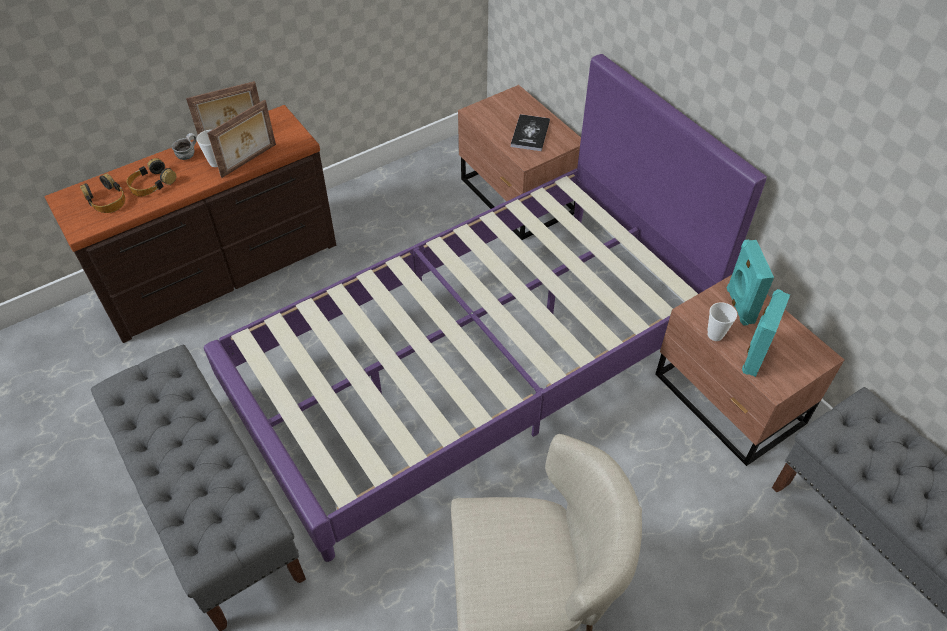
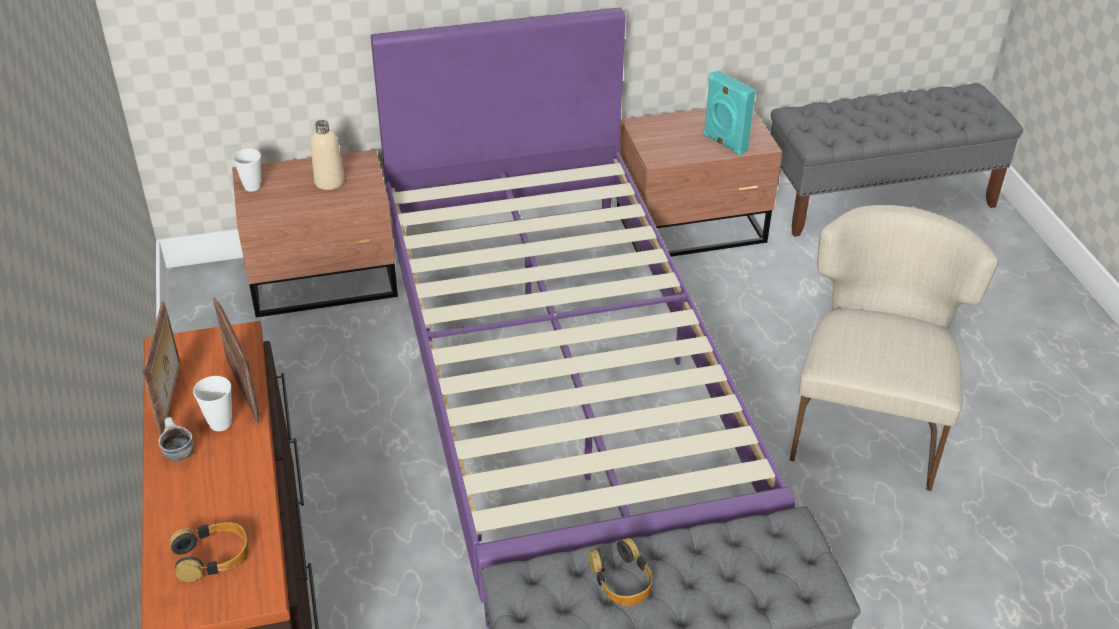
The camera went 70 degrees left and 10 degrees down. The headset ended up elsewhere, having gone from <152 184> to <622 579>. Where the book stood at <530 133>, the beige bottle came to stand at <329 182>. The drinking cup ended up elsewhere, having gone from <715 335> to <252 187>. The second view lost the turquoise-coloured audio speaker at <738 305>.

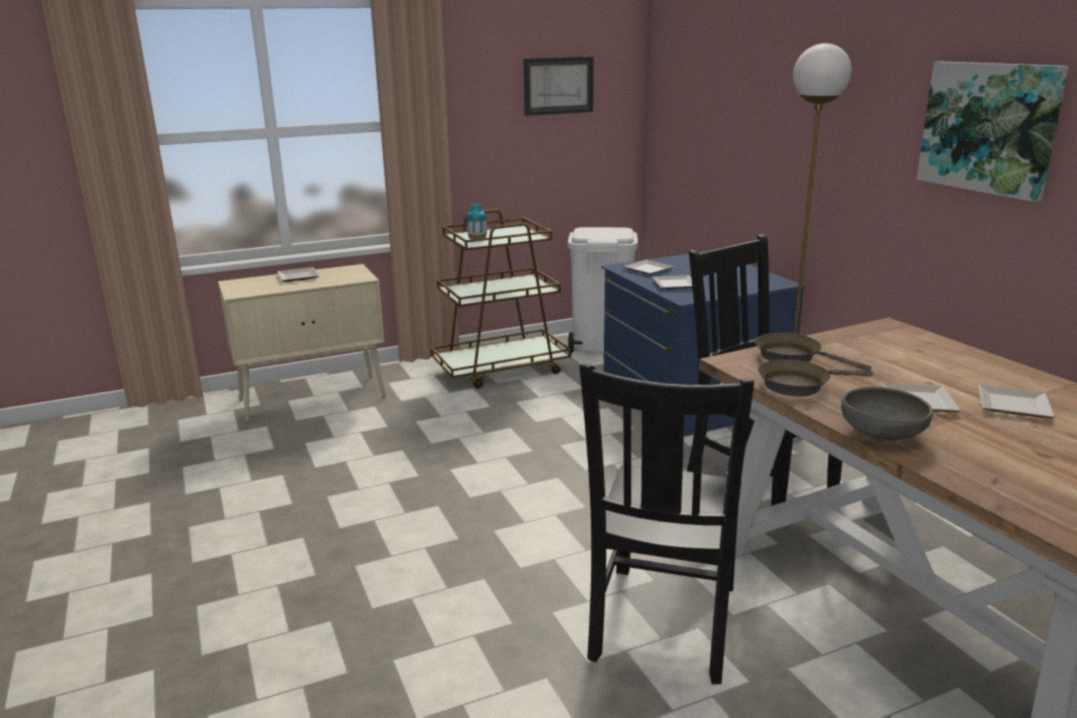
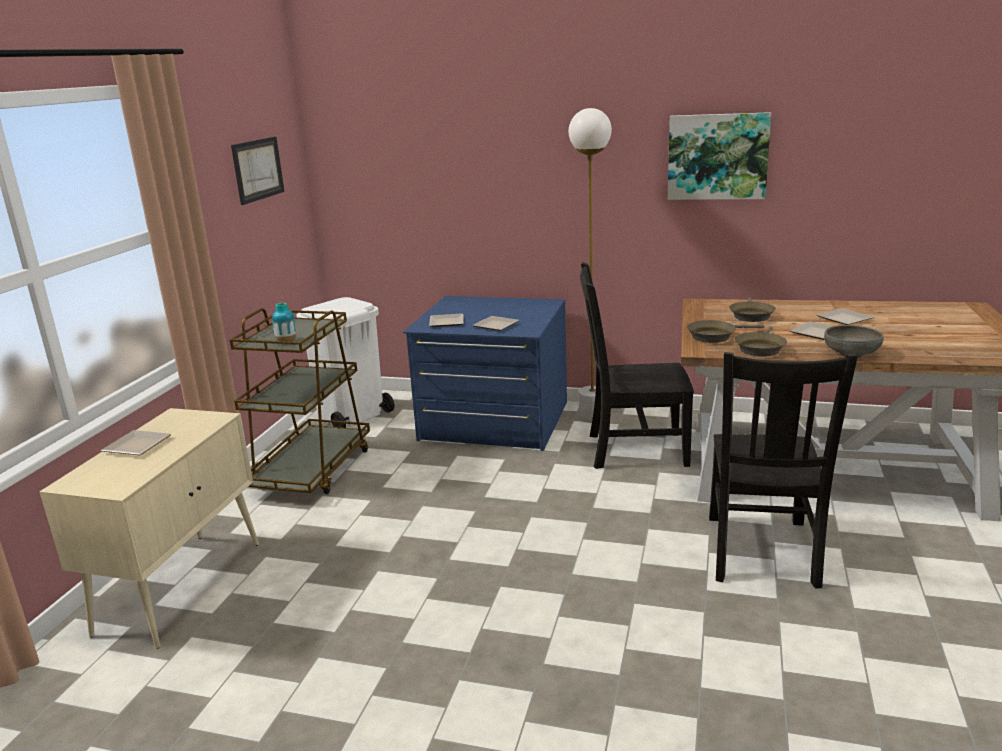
The camera went 50 degrees left and 0 degrees up. The black-coloured upright chair at <662 625> ended up facing another way, 45 degrees clockwise from before. The second view gained the brownish pan at <751 315>.

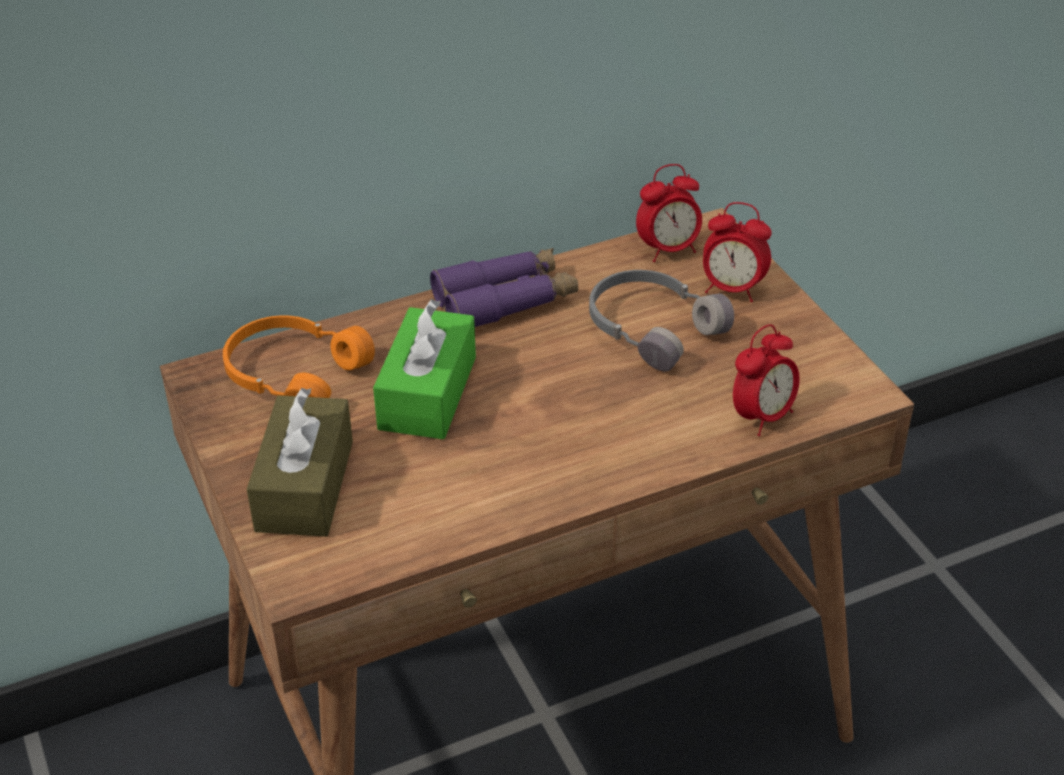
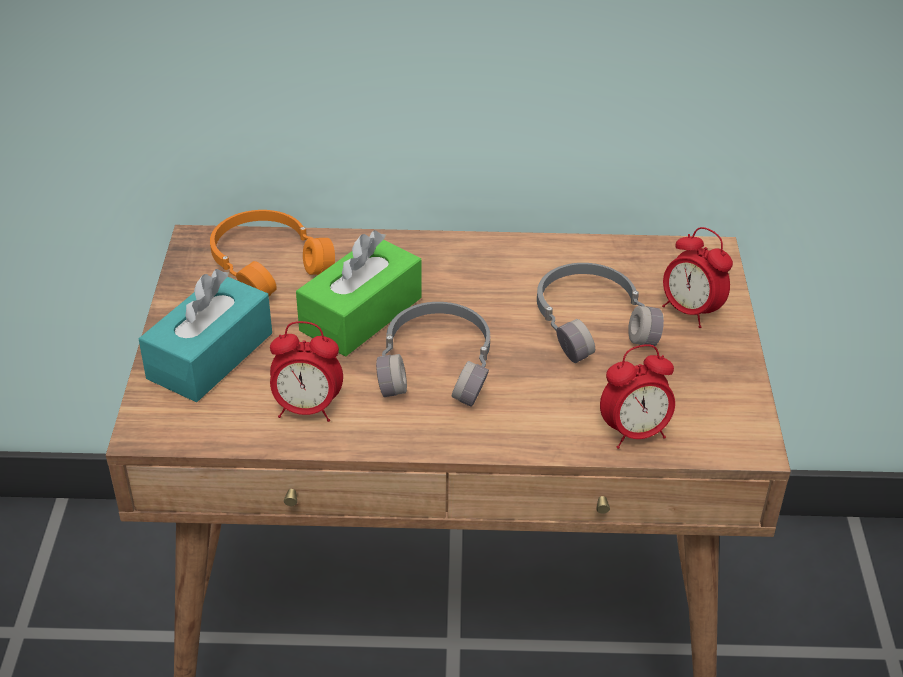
The camera went 25 degrees right and 0 degrees up. What was the brownish tissue holder at <305 486> turned into the turquoise-coloured tissue holder at <210 356>. The second view lost the purple field glasses at <505 300>. The alarm clock ended up elsewhere, having gone from <668 250> to <307 409>. The second view gained the greyish headset at <438 365>.

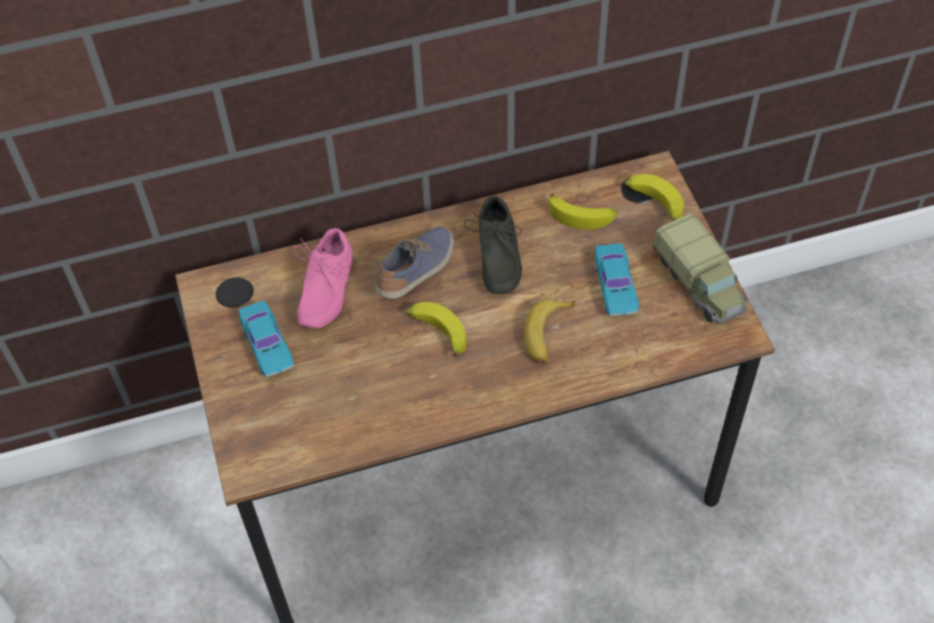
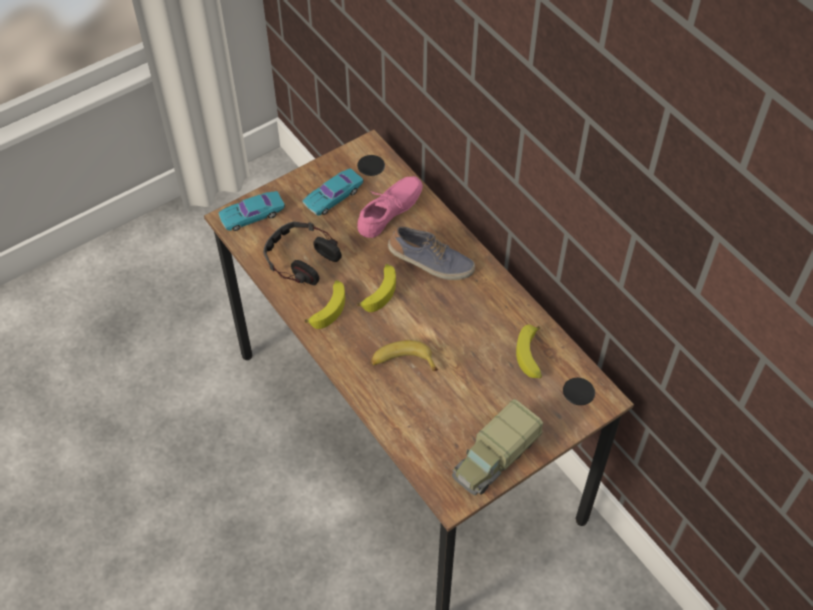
The camera went 70 degrees right and 0 degrees up. The pink-coloured shoe at <322 289> ended up facing another way, 135 degrees clockwise from before. The second view lost the greyish shoe at <494 257>. The turquoise-coloured toy car ended up elsewhere, having gone from <615 285> to <252 215>. The banana fruit ended up elsewhere, having gone from <653 202> to <328 307>. The second view gained the headset at <301 259>.

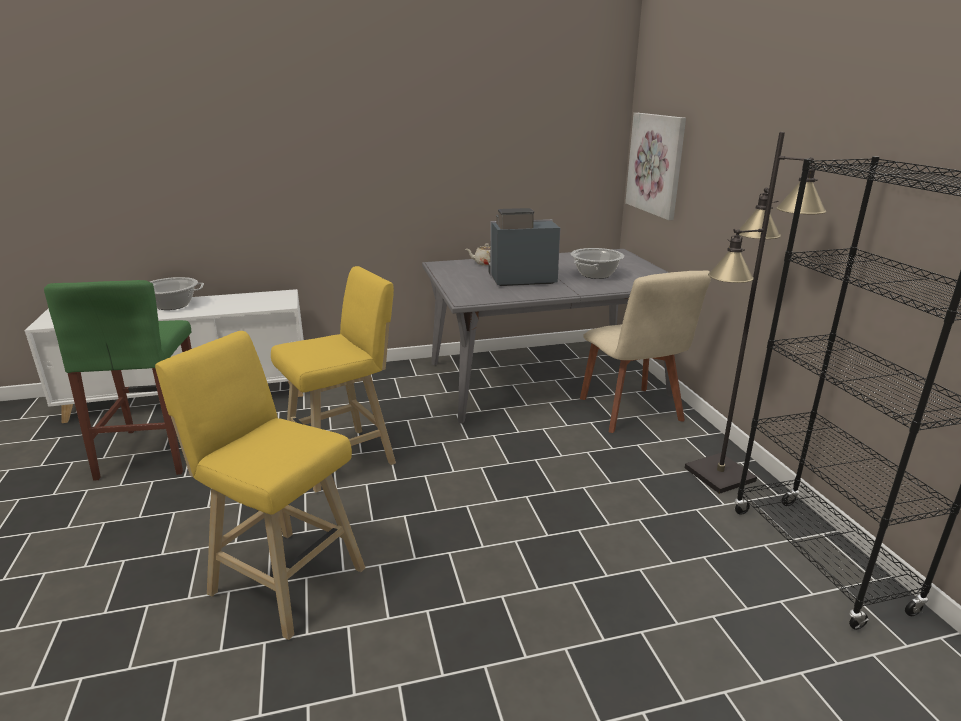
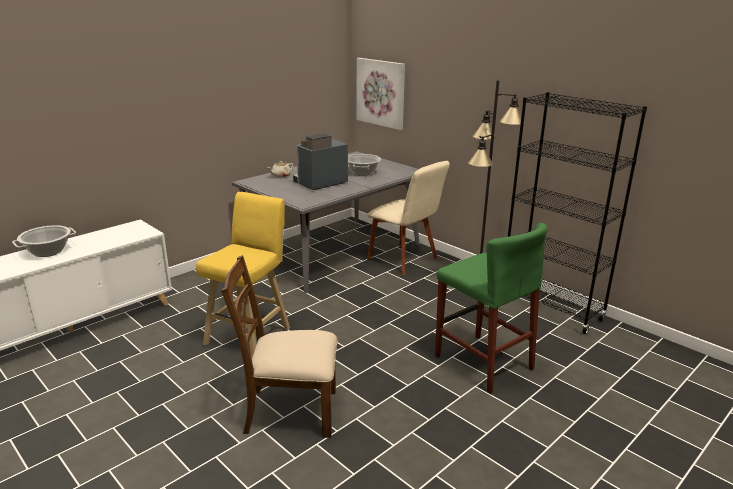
The camera went 30 degrees left and 0 degrees up. The greenish stool ended up elsewhere, having gone from <154 451> to <483 362>. Where the yellow-coloured stool stood at <283 578>, the brownish upright chair came to stand at <289 411>.

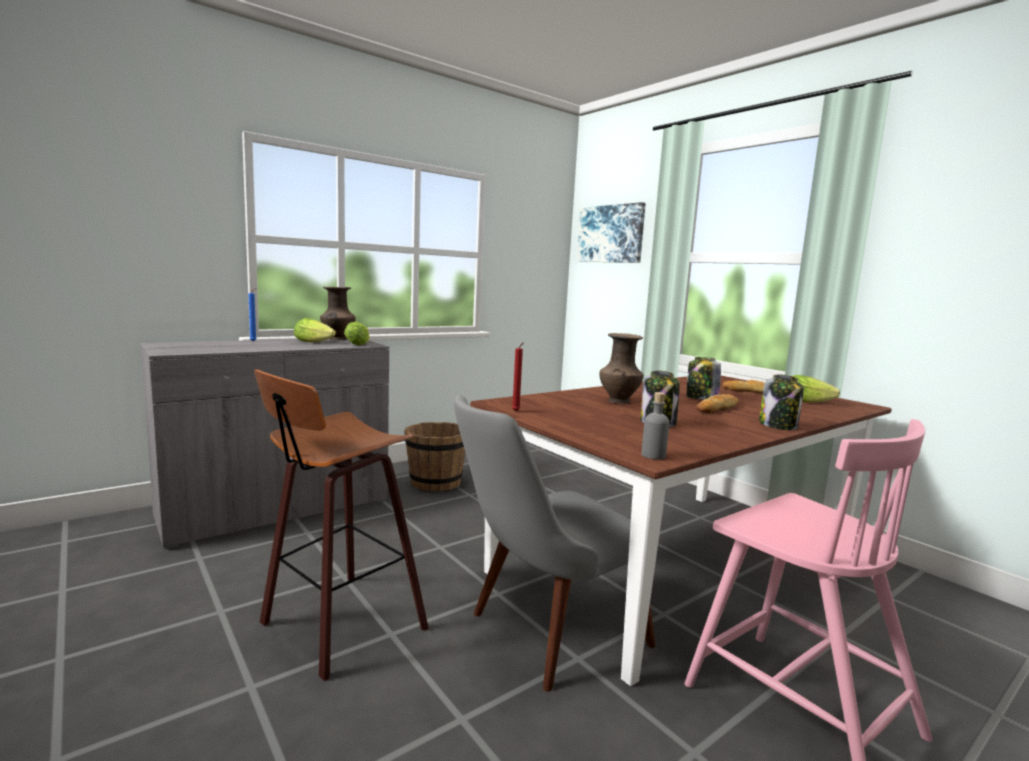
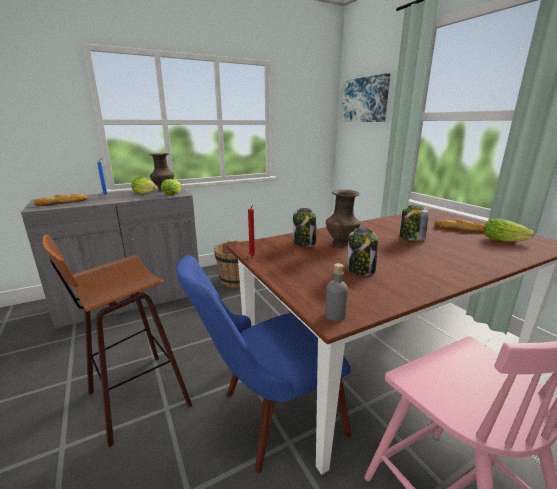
The camera went 10 degrees right and 10 degrees up. What was the greyish upright chair at <542 635> turned into the bluish upright chair at <268 418>. The bakery bread ended up elsewhere, having gone from <717 408> to <63 203>. The preserve jar ended up elsewhere, having gone from <778 425> to <304 242>.

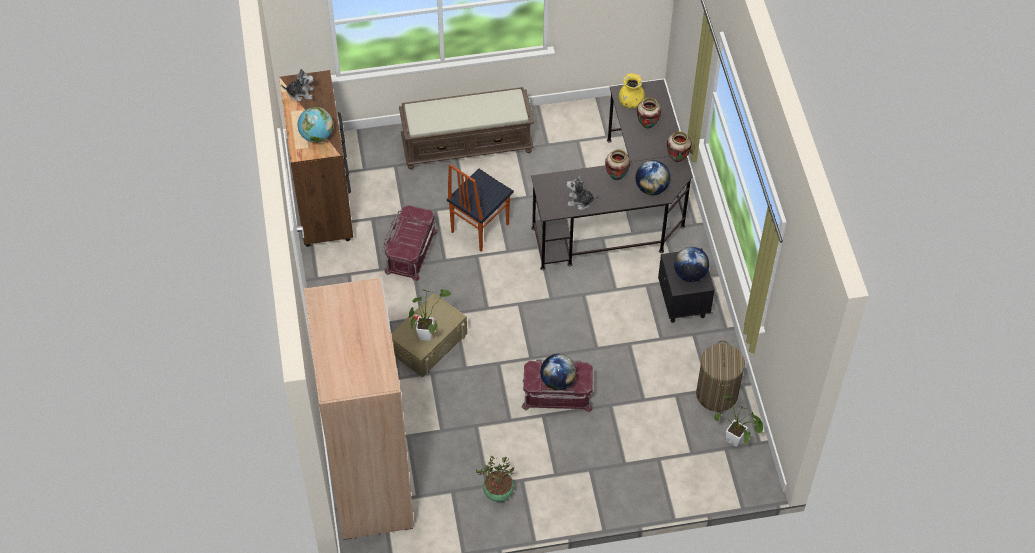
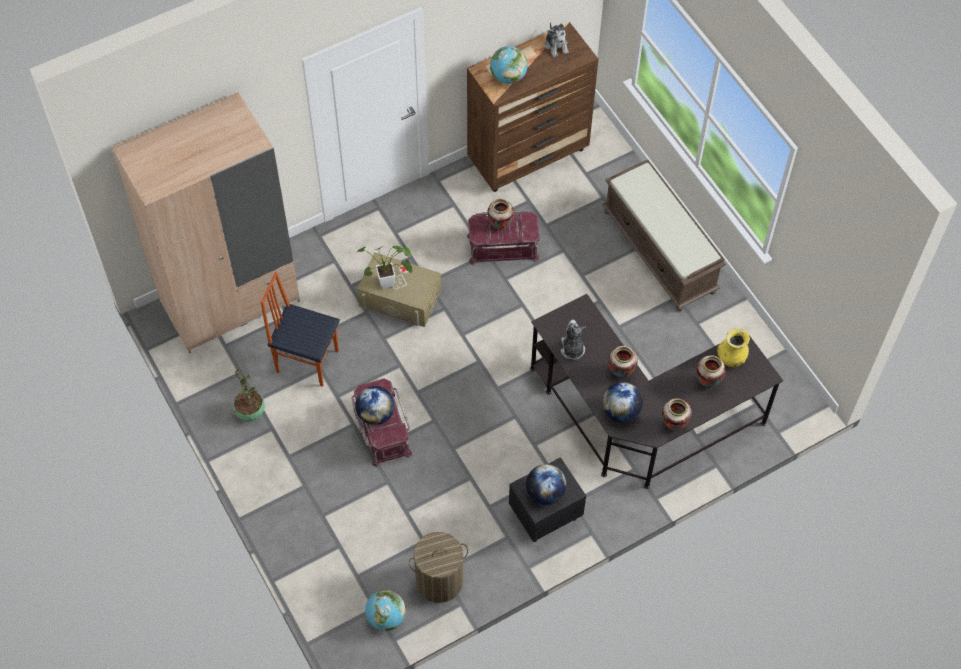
The camera went 70 degrees right and 5 degrees up. The upright chair ended up elsewhere, having gone from <479 228> to <307 360>. Where the potted plant stood at <737 442>, the world globe came to stand at <386 617>. The second view gained the decorative vase at <500 226>.

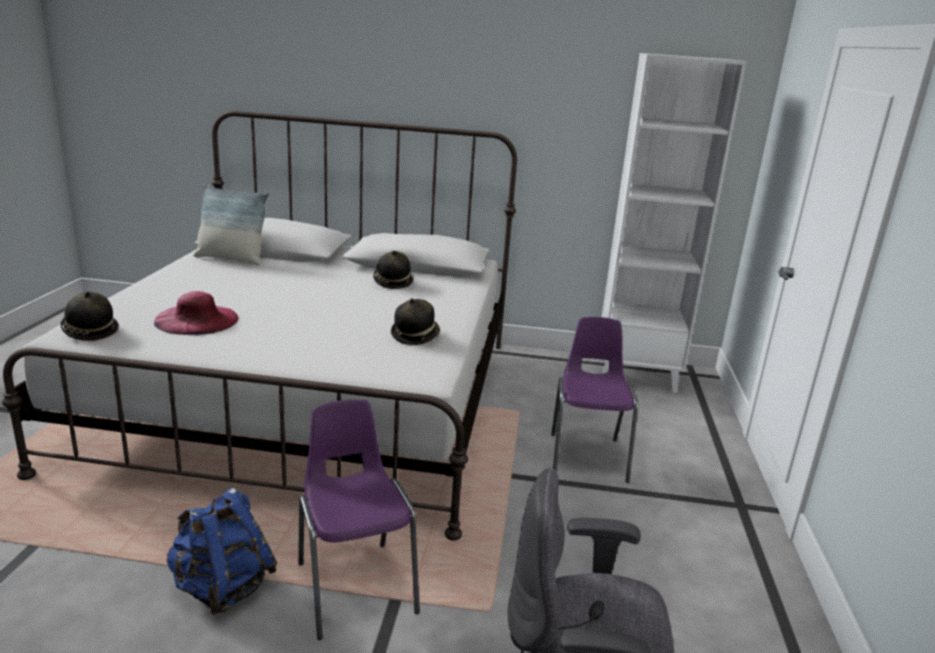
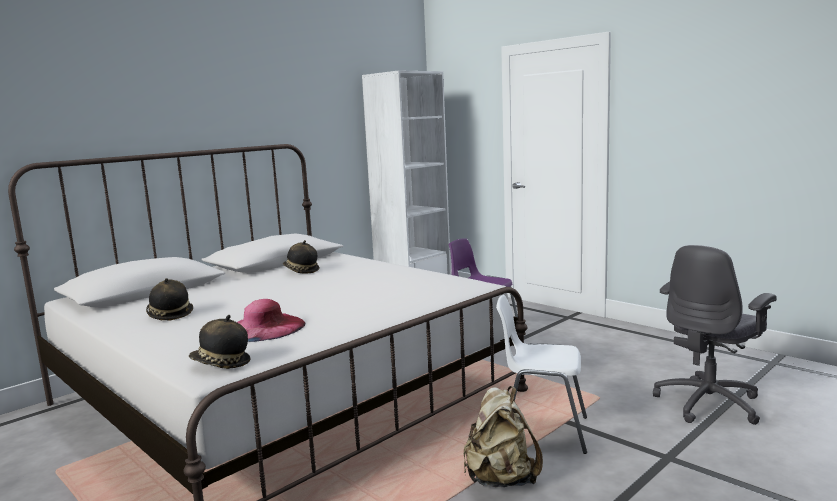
The camera went 50 degrees left and 10 degrees down. What was the bluish knapsack at <222 588> turned into the beige knapsack at <500 479>. The second view lost the cushion at <231 259>. What was the purple upright chair at <355 586> turned into the white-coloured upright chair at <542 431>. The hat ended up elsewhere, having gone from <415 336> to <170 314>.

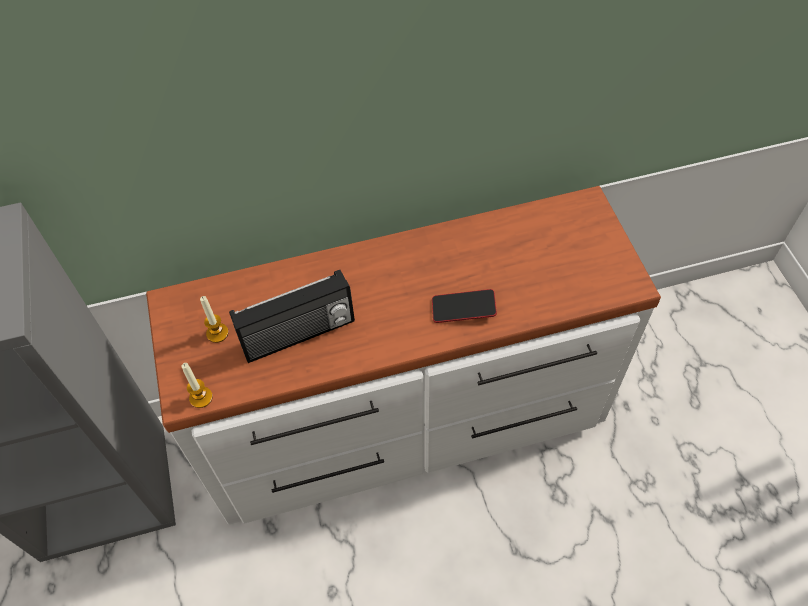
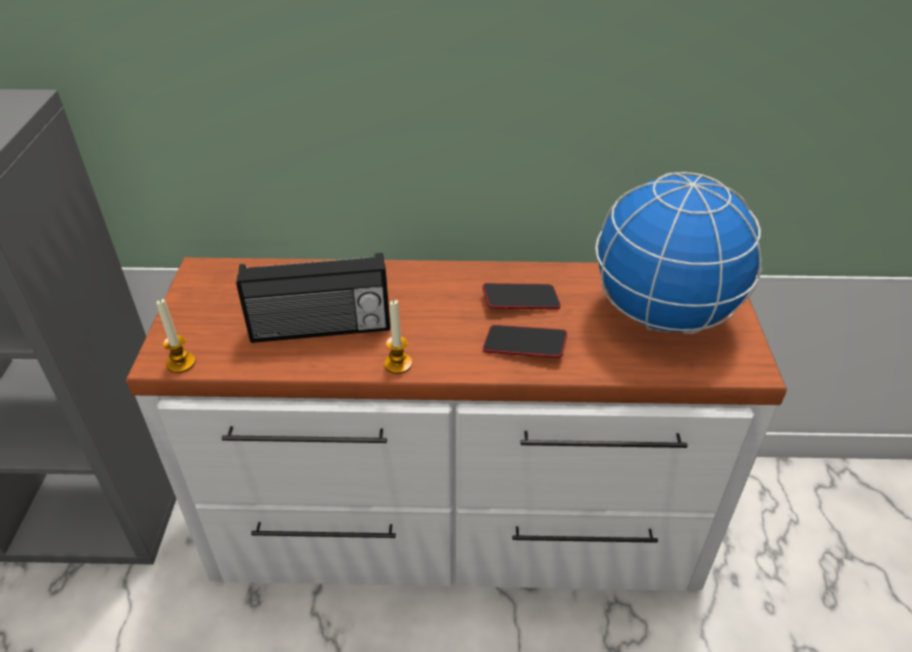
The camera went 15 degrees right and 15 degrees down. The wax candle ended up elsewhere, having gone from <217 333> to <398 364>. The second view gained the telephone at <521 301>. The second view gained the world globe at <661 315>.

